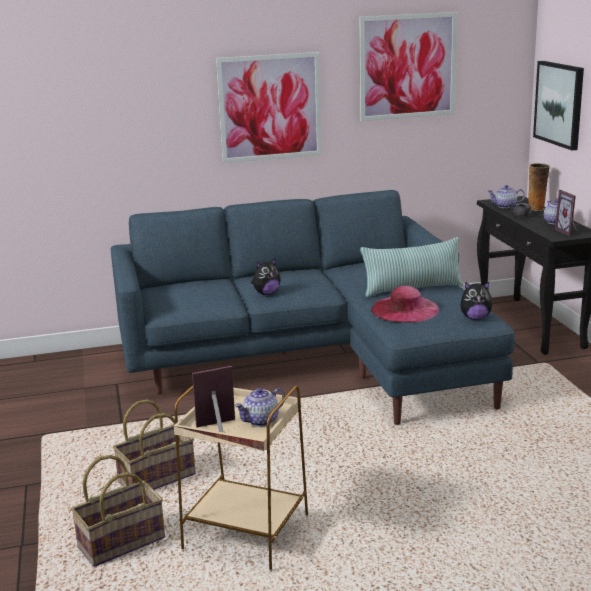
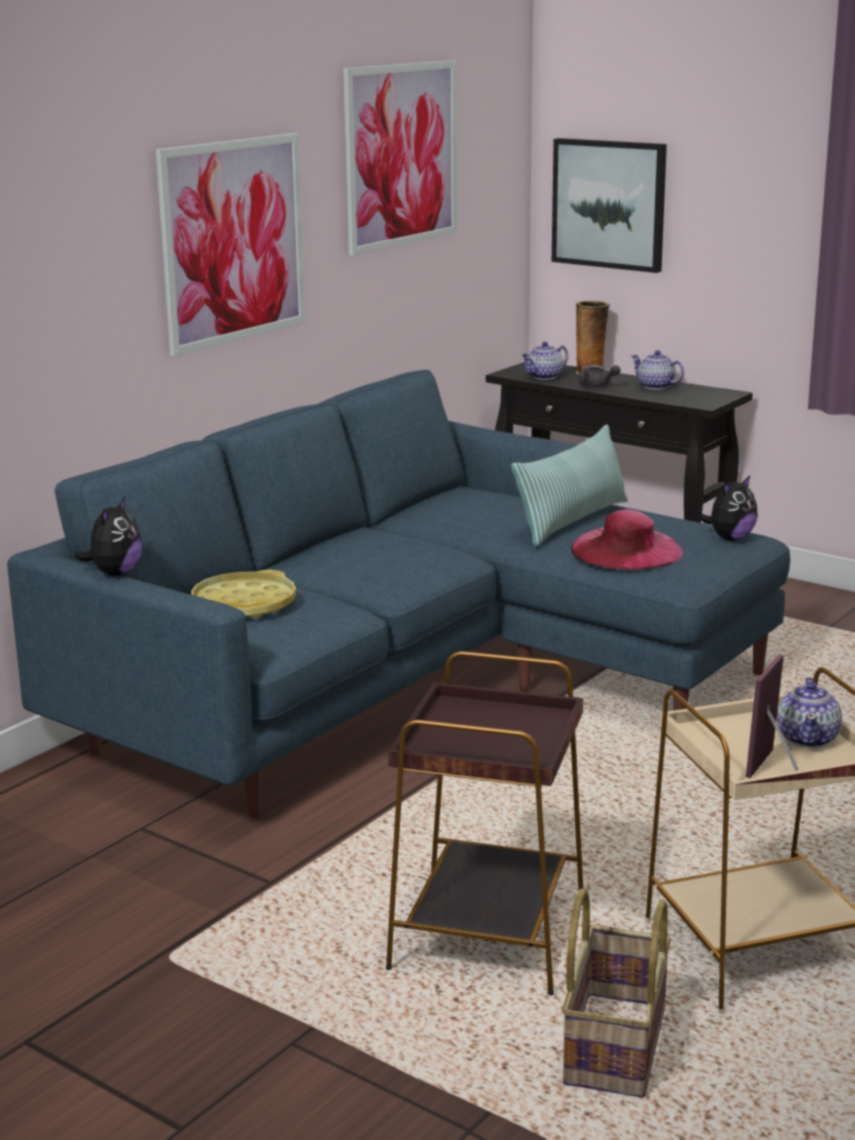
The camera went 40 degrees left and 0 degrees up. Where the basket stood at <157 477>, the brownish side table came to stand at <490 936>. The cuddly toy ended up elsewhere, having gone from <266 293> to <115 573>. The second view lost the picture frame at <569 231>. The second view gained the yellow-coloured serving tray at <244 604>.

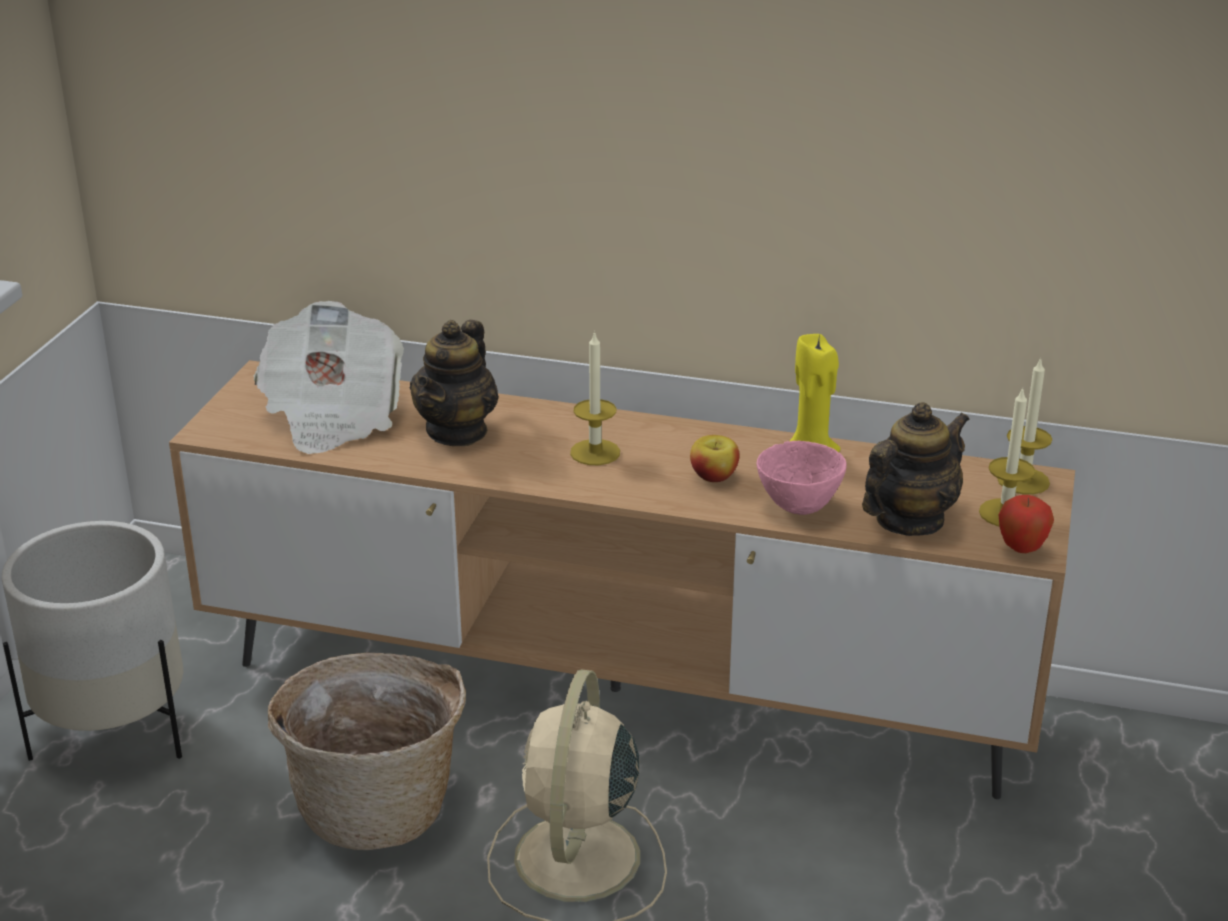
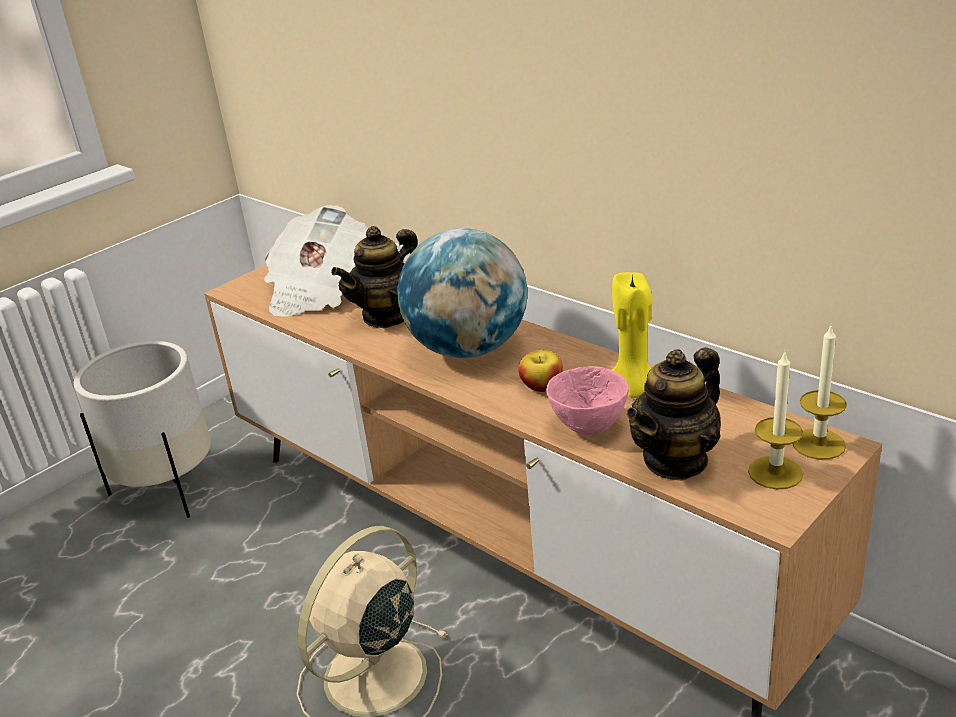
The camera went 30 degrees right and 0 degrees up. The second view lost the basket at <378 805>. Where the wax candle stood at <595 452>, the world globe came to stand at <468 349>. The tea pot at <909 521> ended up facing another way, 150 degrees clockwise from before. The second view lost the apple at <1021 549>.

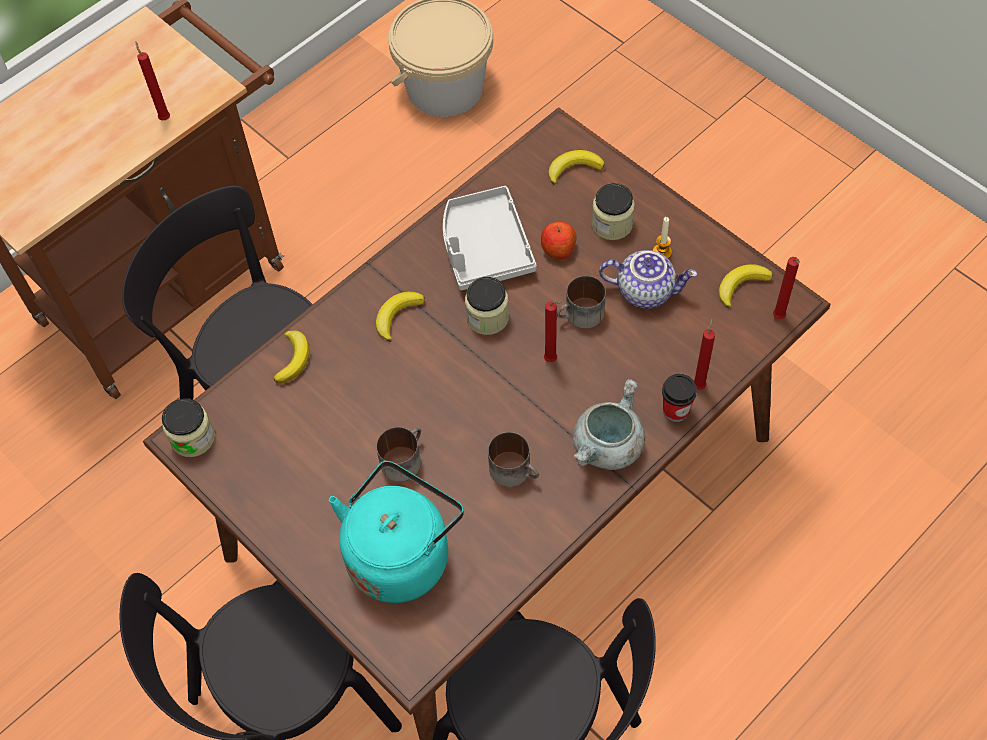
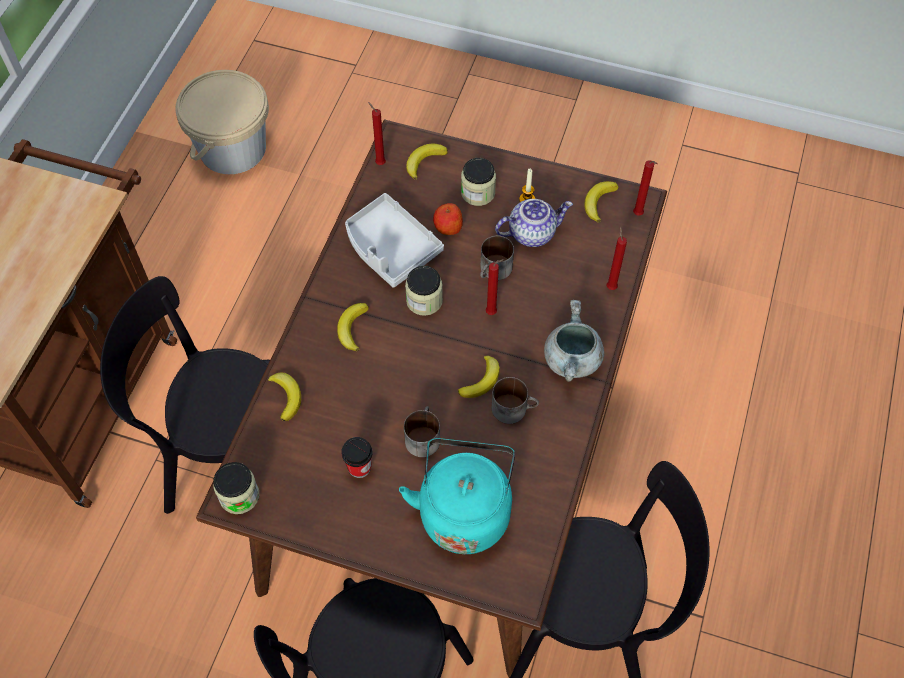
The camera went 30 degrees left and 0 degrees up. The reddish wax candle ended up elsewhere, having gone from <164 117> to <379 163>. The drinking cup ended up elsewhere, having gone from <676 410> to <359 467>. The second view gained the banana fruit at <481 380>.

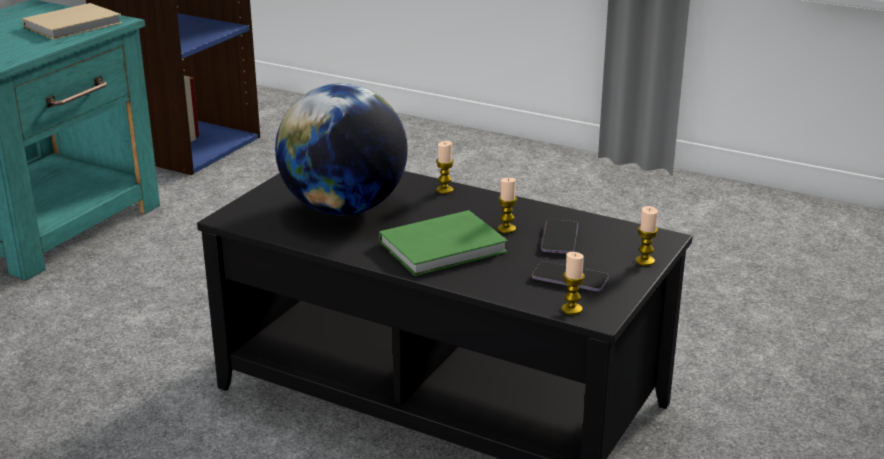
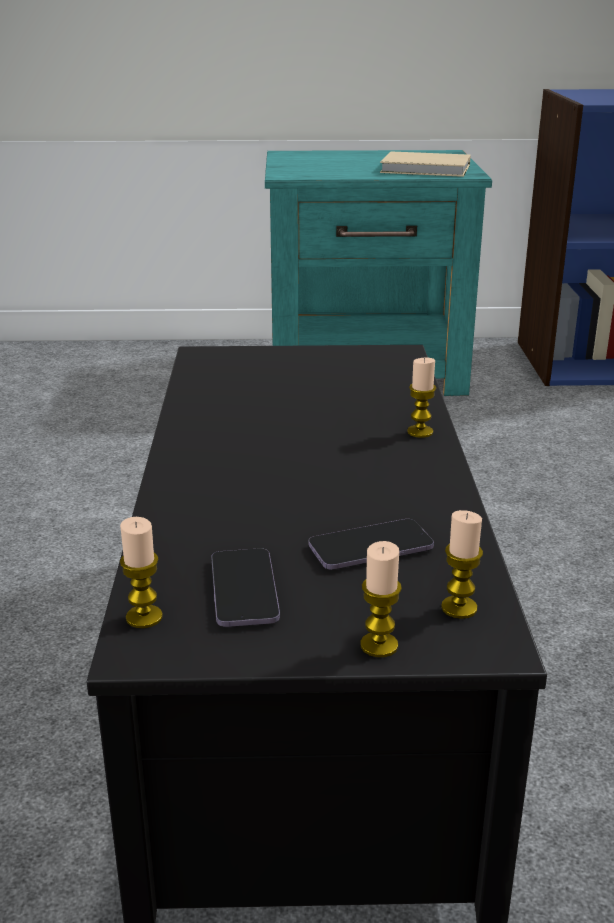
The camera went 60 degrees right and 0 degrees up. The second view lost the world globe at <344 208>. The second view lost the greenish book at <446 247>. The wax candle ended up elsewhere, having gone from <506 229> to <459 608>.

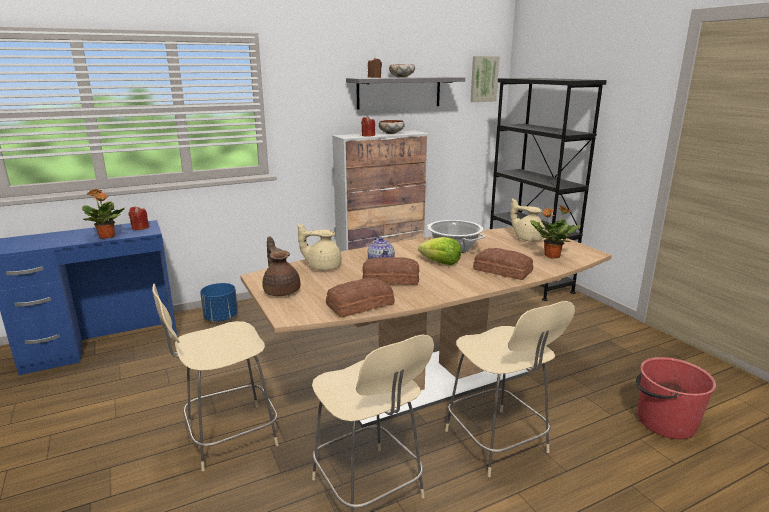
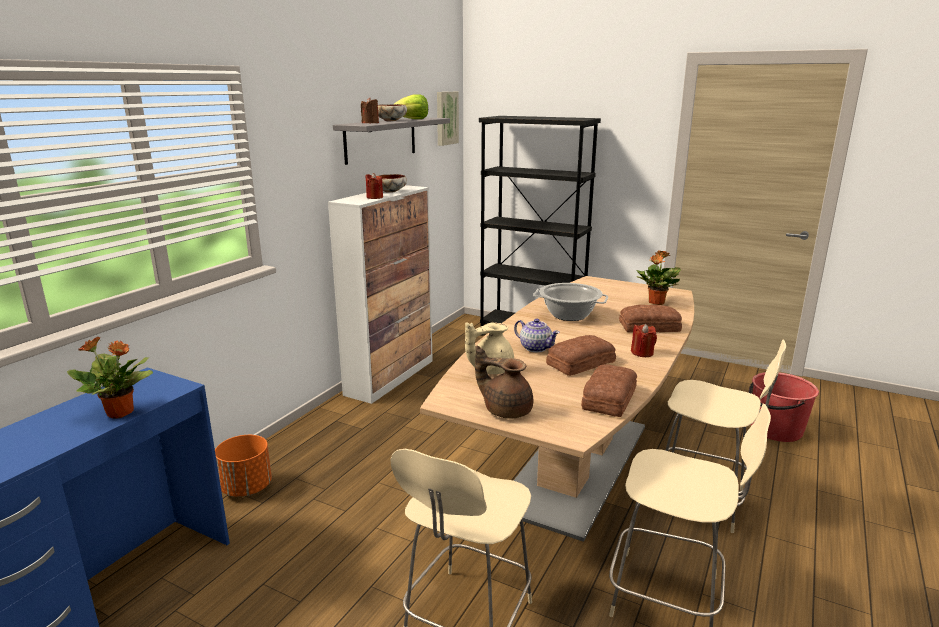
The camera went 35 degrees left and 0 degrees up. The reddish wax candle ended up elsewhere, having gone from <140 228> to <642 353>. What was the bluish planter at <221 318> turned into the orange planter at <247 488>. The lettuce head ended up elsewhere, having gone from <440 263> to <412 119>. The second view lost the beige tea pot at <527 238>.

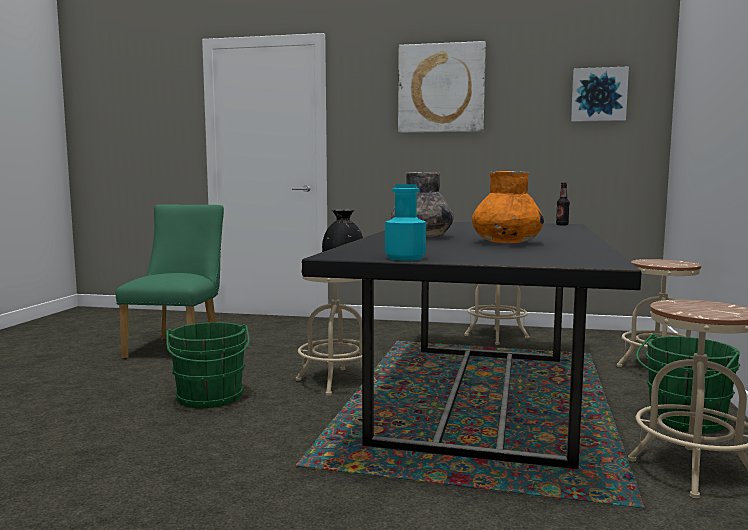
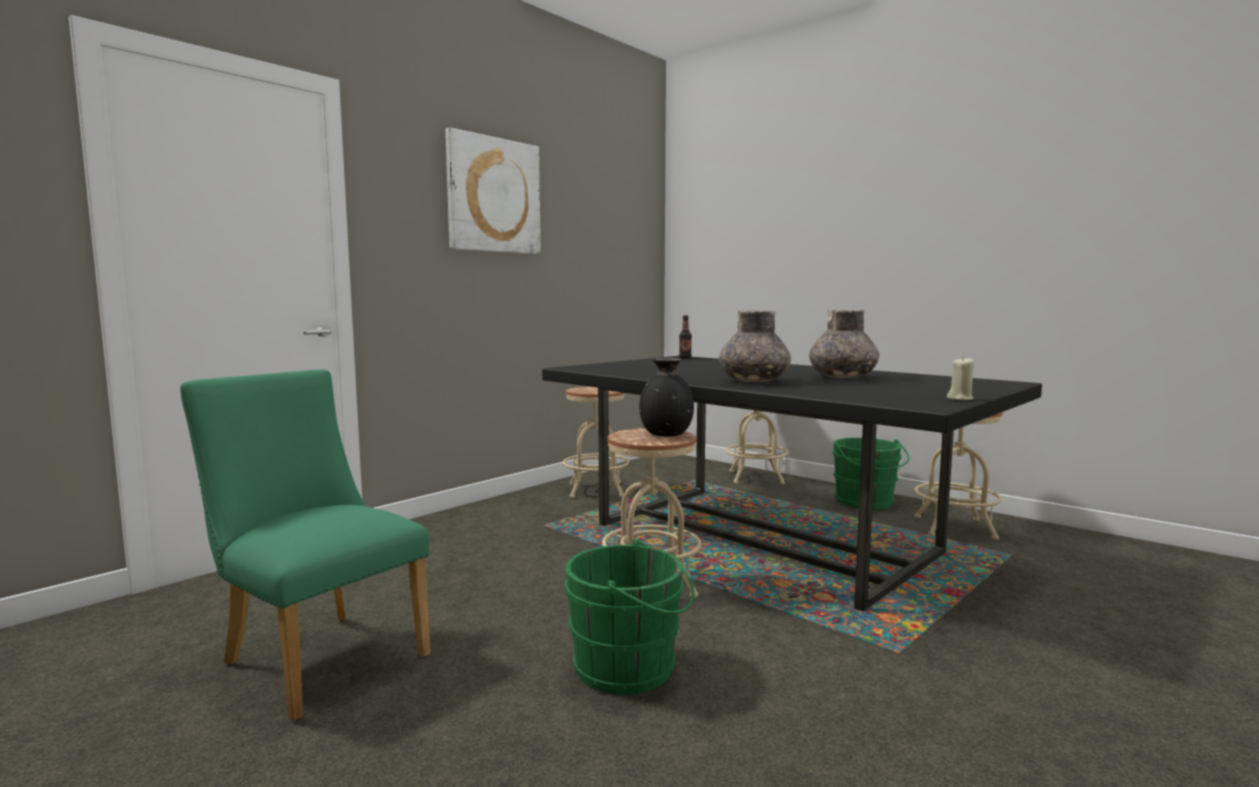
The camera went 60 degrees left and 0 degrees up. Where the turquoise-coloured bottle stood at <405 258>, the beige wax candle came to stand at <960 398>. What was the orange decorative vase at <506 243> turned into the greyish decorative vase at <842 377>. The second view lost the picture at <598 95>.

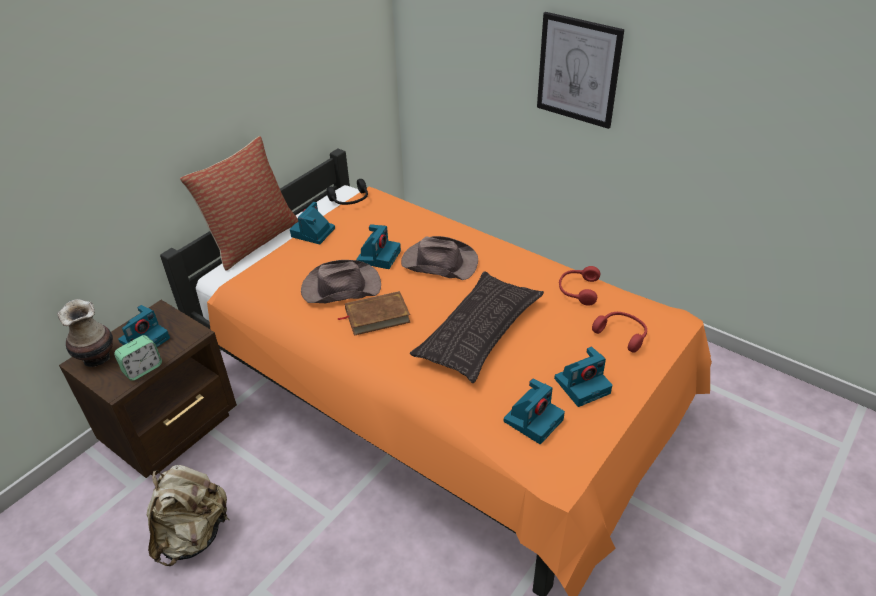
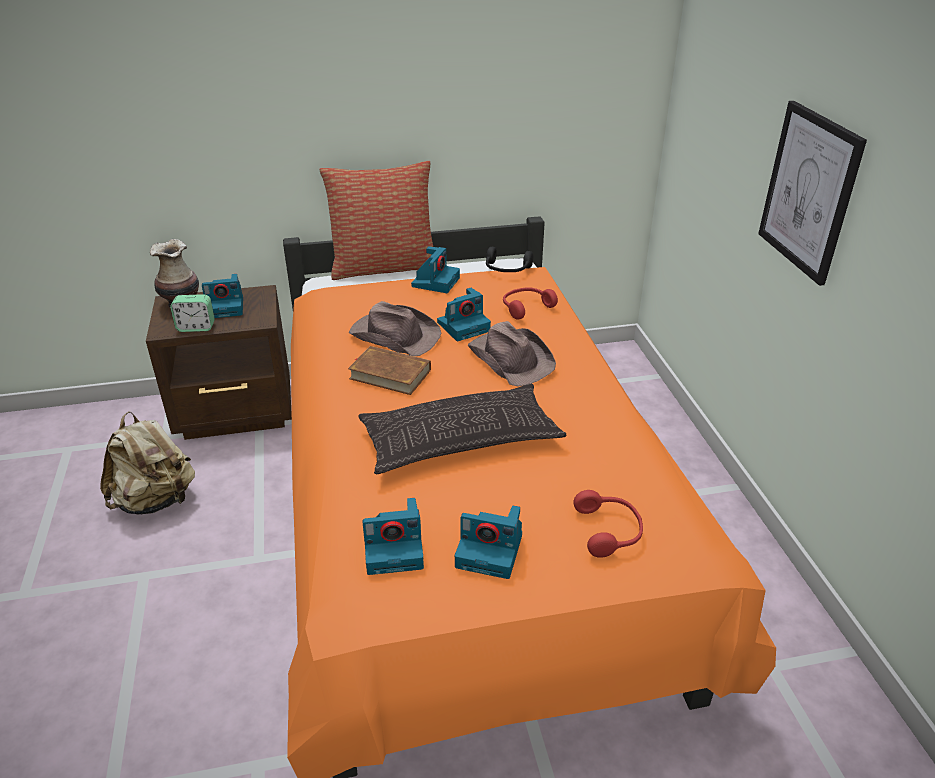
The camera went 40 degrees right and 5 degrees down. The photo camera at <313 233> ended up facing another way, 135 degrees clockwise from before. The reddish headset ended up elsewhere, having gone from <577 290> to <525 307>.

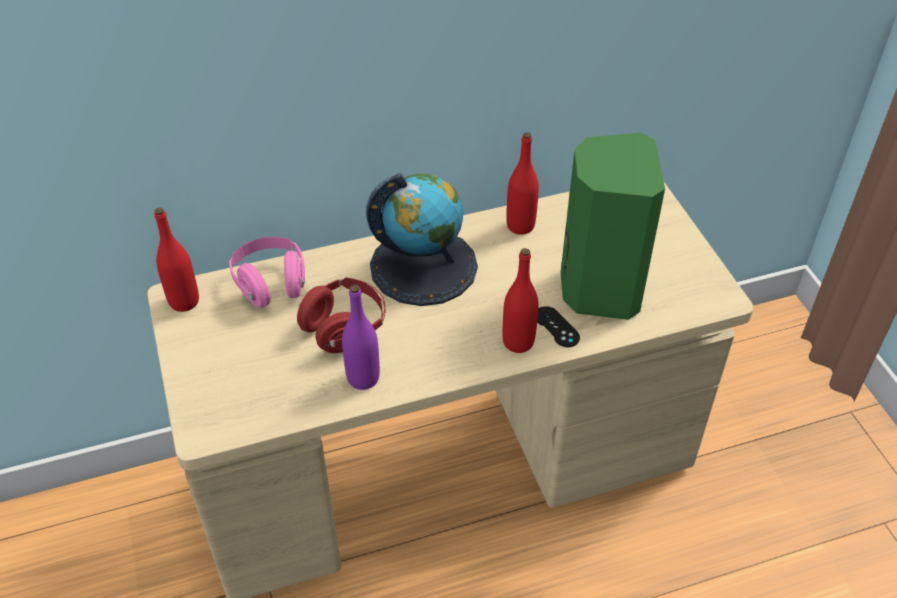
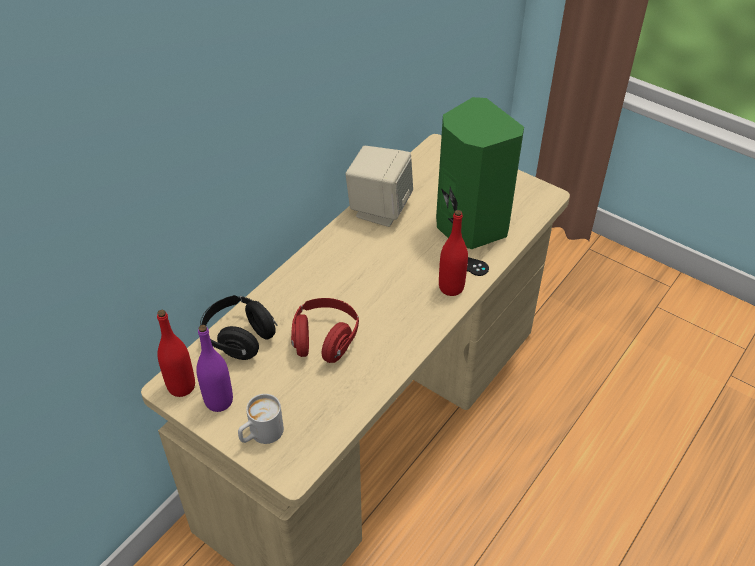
The camera went 35 degrees left and 0 degrees up. What was the pink-coloured headset at <271 284> turned into the black-coloured headset at <239 338>. The purple bottle ended up elsewhere, having gone from <363 378> to <219 401>. The second view lost the world globe at <423 266>. Where the reddish bottle stood at <520 226>, the beige audio speaker came to stand at <379 209>. The second view gained the white-coloured coffee mug at <260 434>.

